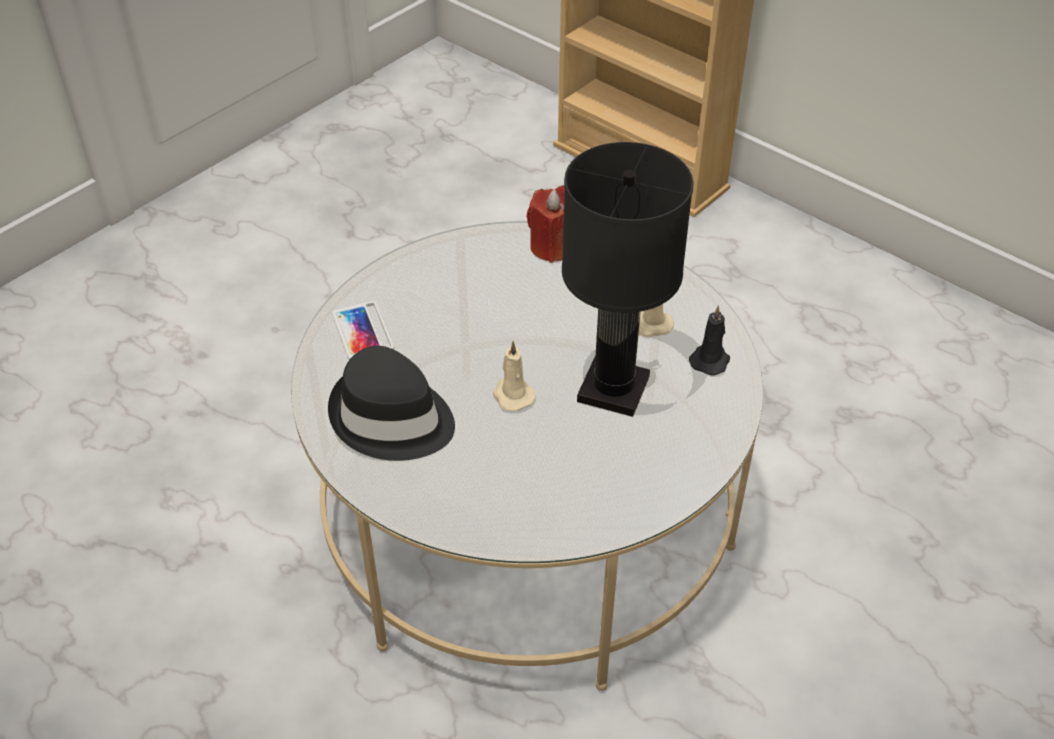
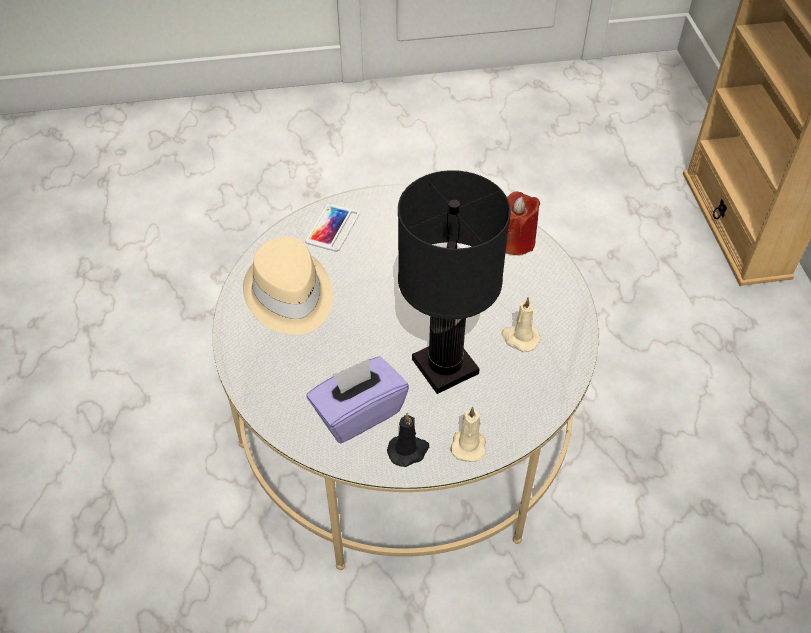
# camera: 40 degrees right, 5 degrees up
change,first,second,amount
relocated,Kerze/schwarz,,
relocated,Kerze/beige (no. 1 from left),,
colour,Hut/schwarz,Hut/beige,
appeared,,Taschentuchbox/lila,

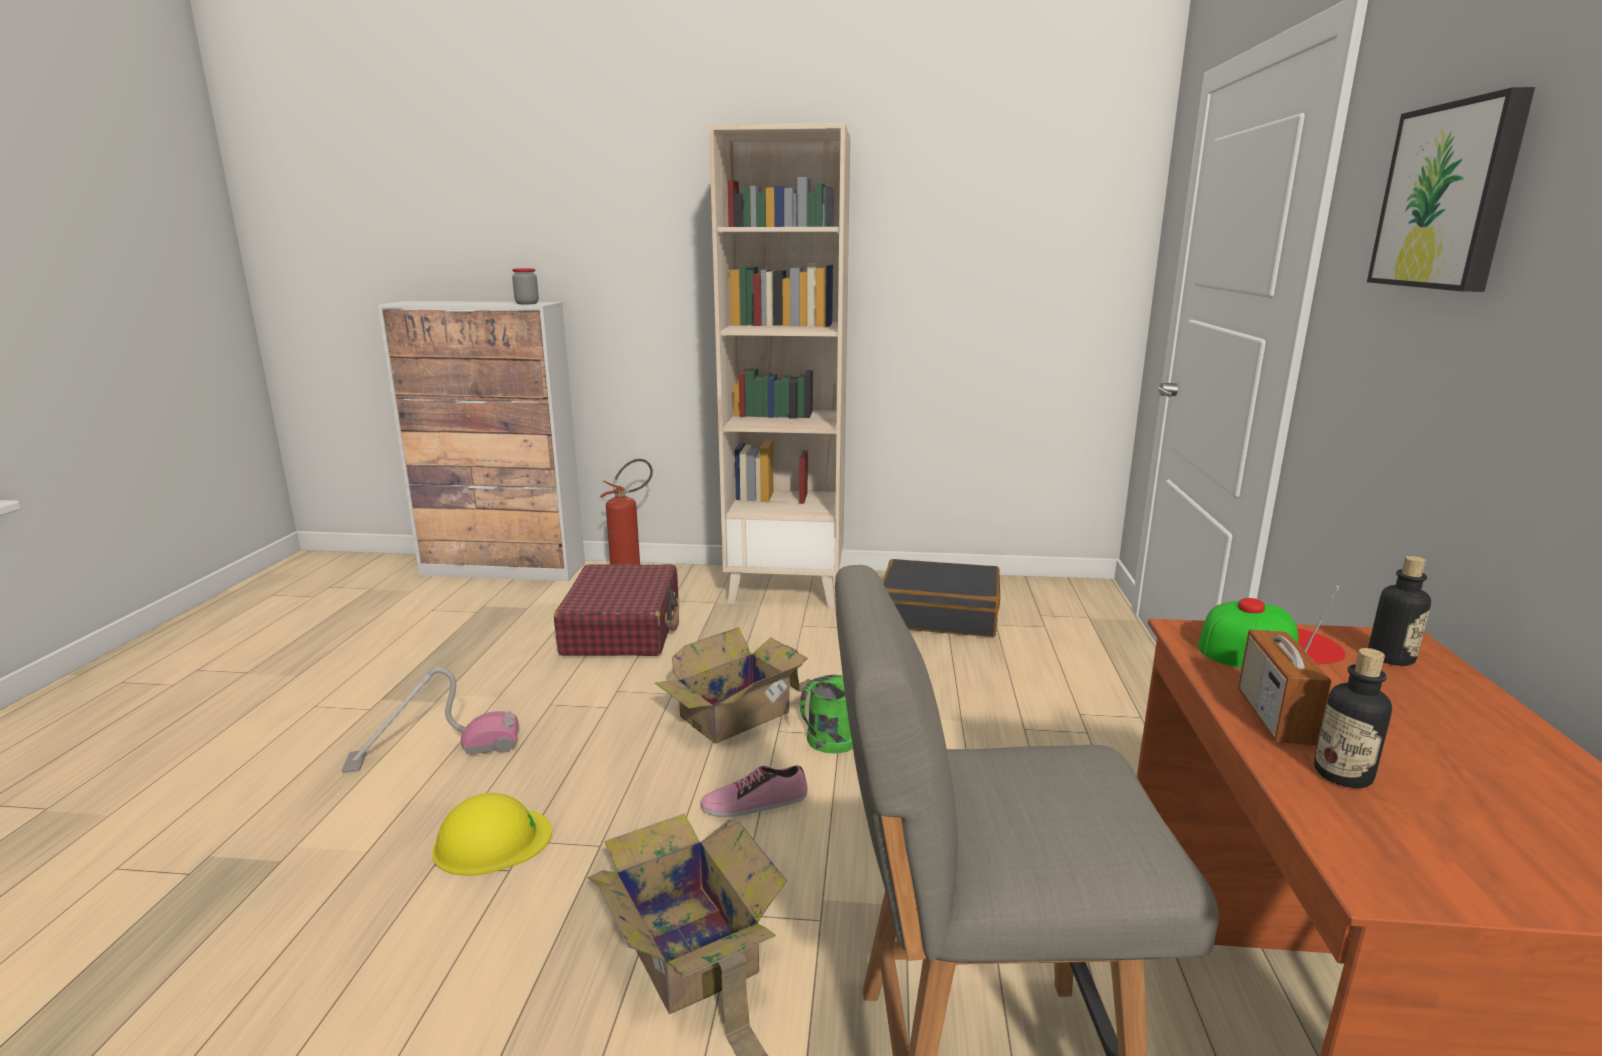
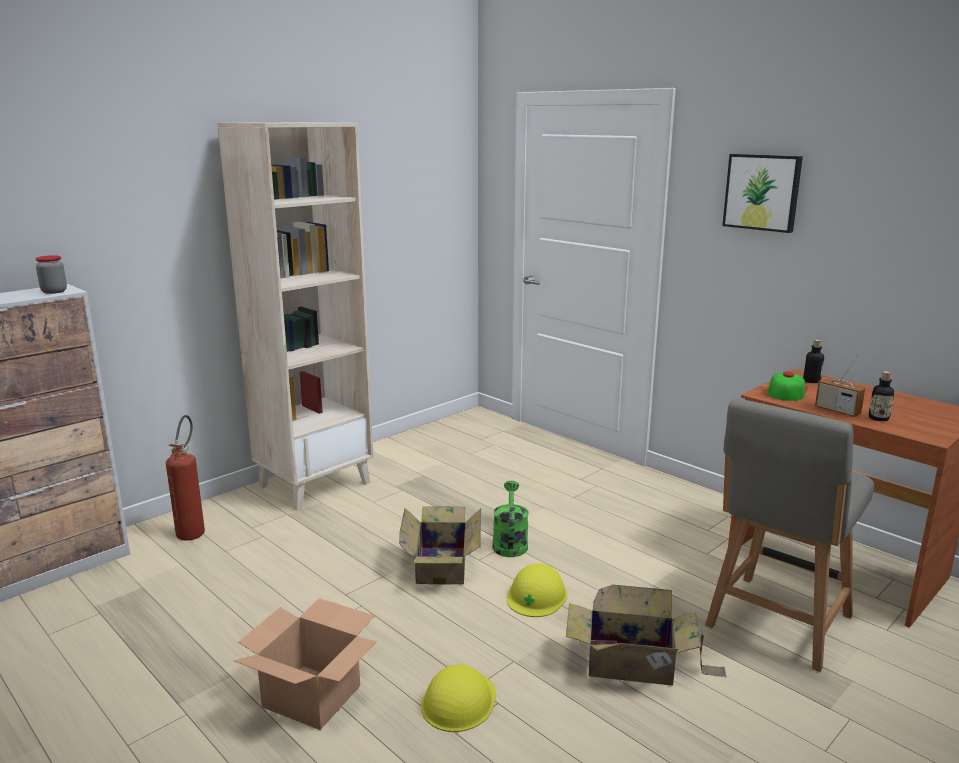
# camera: 50 degrees left, 0 degrees up
change,first,second,amount
missing,Koffer/schwarz,,
missing,Koffer/rot,,
exchanged,Staubsauger,Karton (no. 1 from left),
exchanged,Schuh,Schutzhelm/gelb (no. 2 from left),

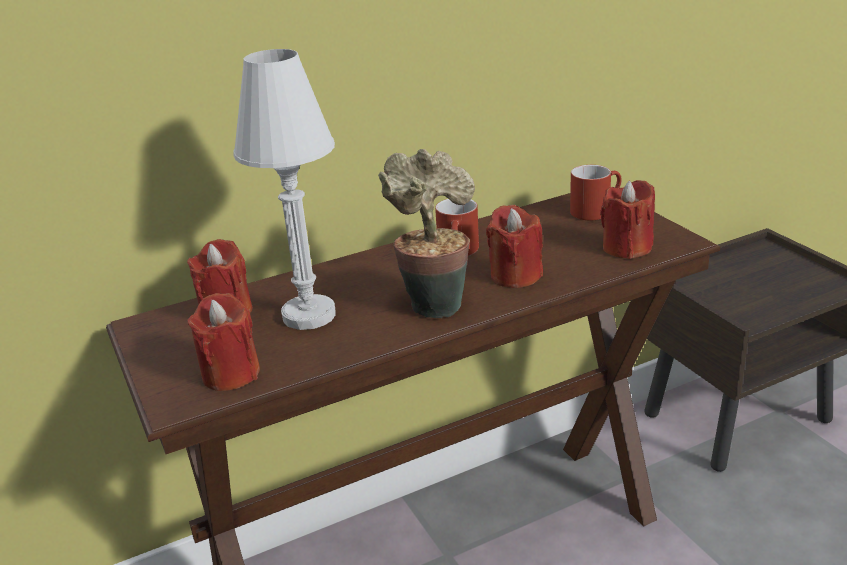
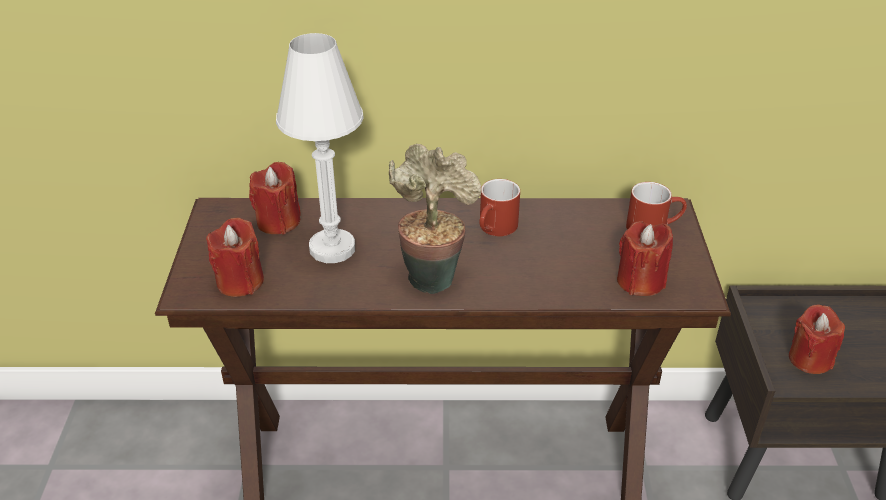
# camera: 25 degrees right, 10 degrees up
change,first,second,amount
relocated,Kerze/rot (no. 3 from left in the first image),Kerze/rot (no. 4 from left),

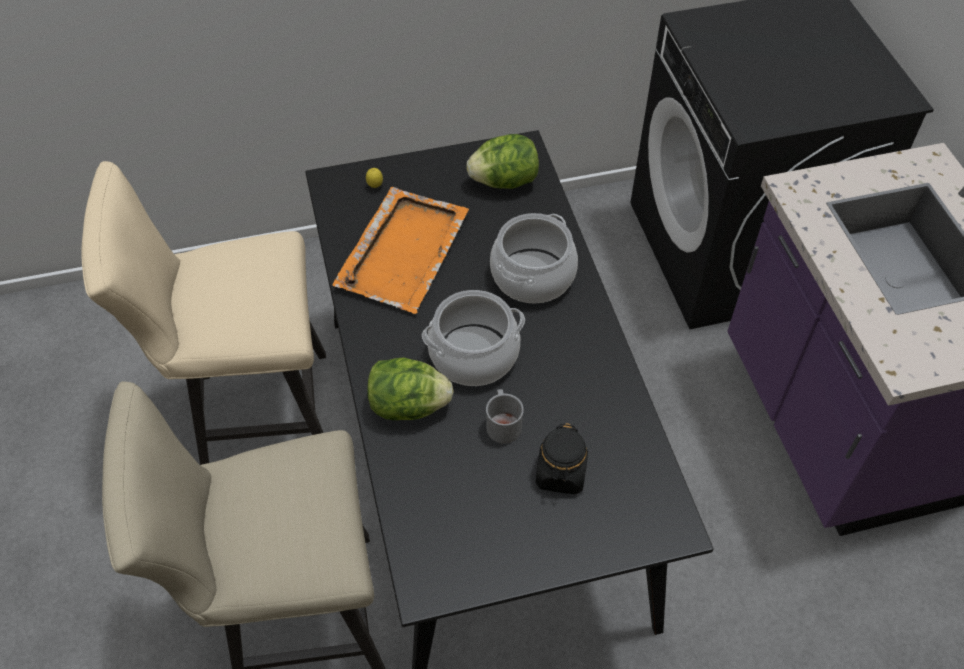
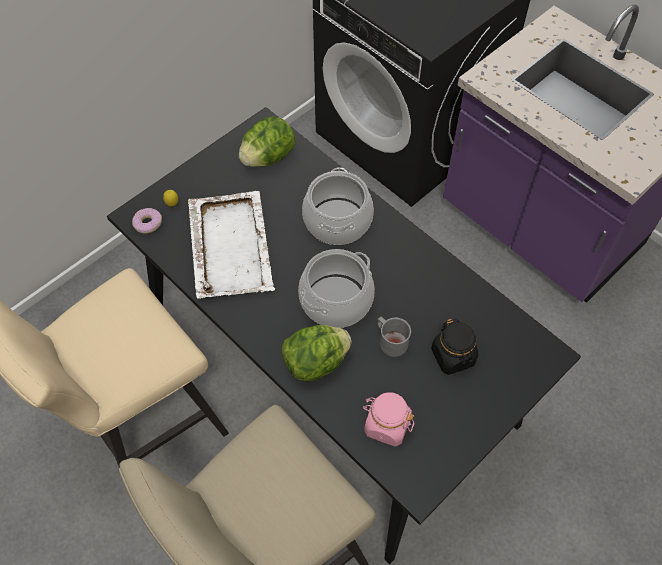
# camera: 30 degrees left, 5 degrees up
change,first,second,amount
colour,Tablett/orange,Tablett/weiß,
appeared,,Donut,
appeared,,Vorratsglas/rosa,

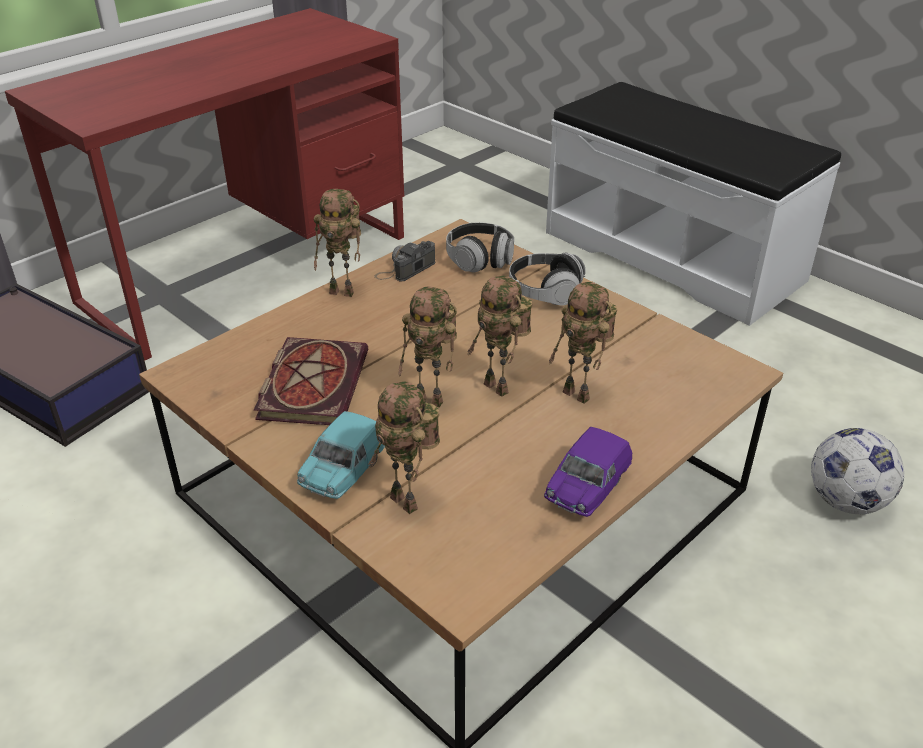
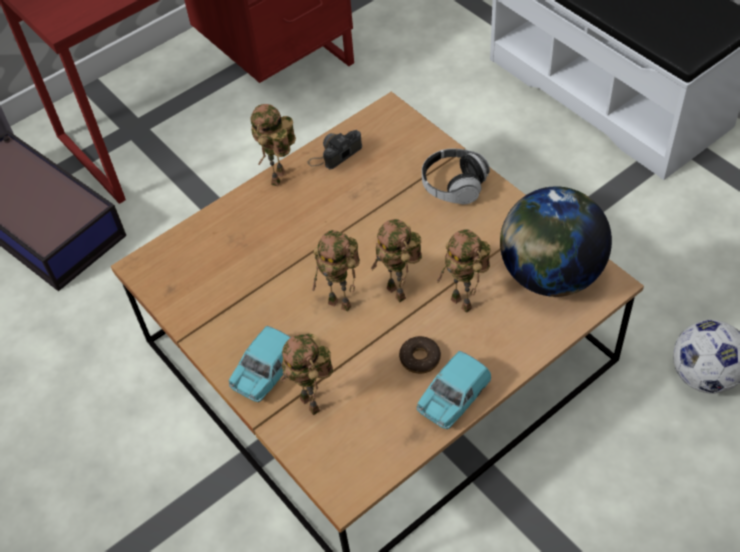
# camera: 10 degrees right, 15 degrees up
change,first,second,amount
spun,Spielzeugroboter (no. 1 from left),,90 degrees clockwise
missing,Kopfhörer (no. 1 from left),,
missing,Buch,,
colour,Spielzeugauto/lila,Spielzeugauto/türkis (no. 2 from left),
appeared,,Globus,
appeared,,Donut,

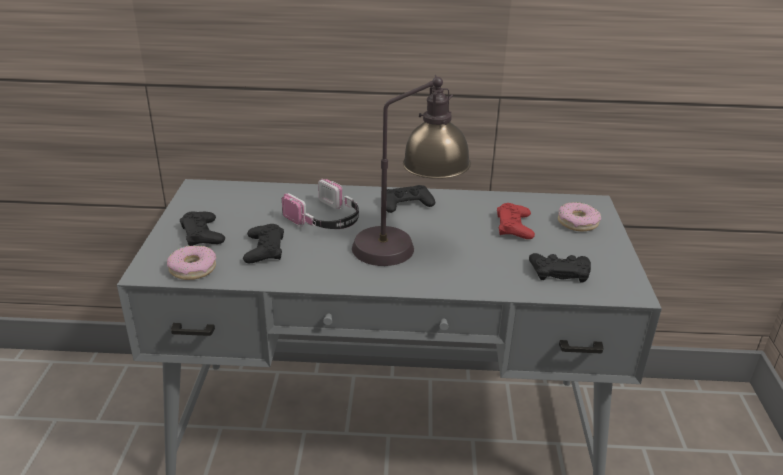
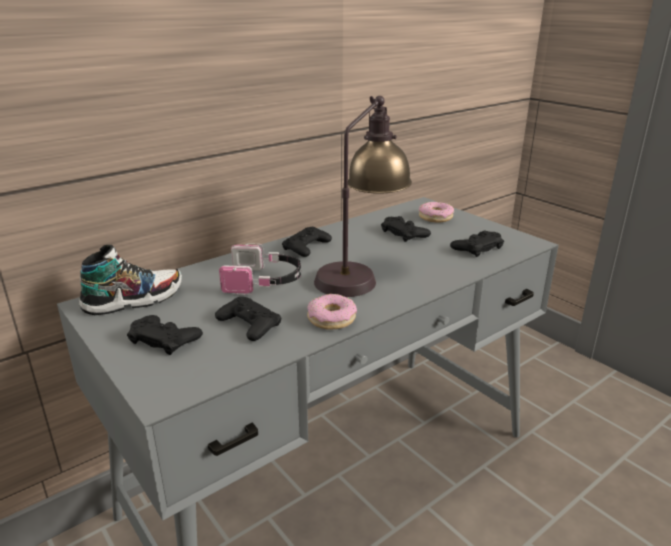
# camera: 40 degrees left, 5 degrees down
change,first,second,amount
colour,Gamepad/rot,Gamepad/schwarz (no. 4 from left),
relocated,Donut (no. 1 from left),,
appeared,,Schuh,

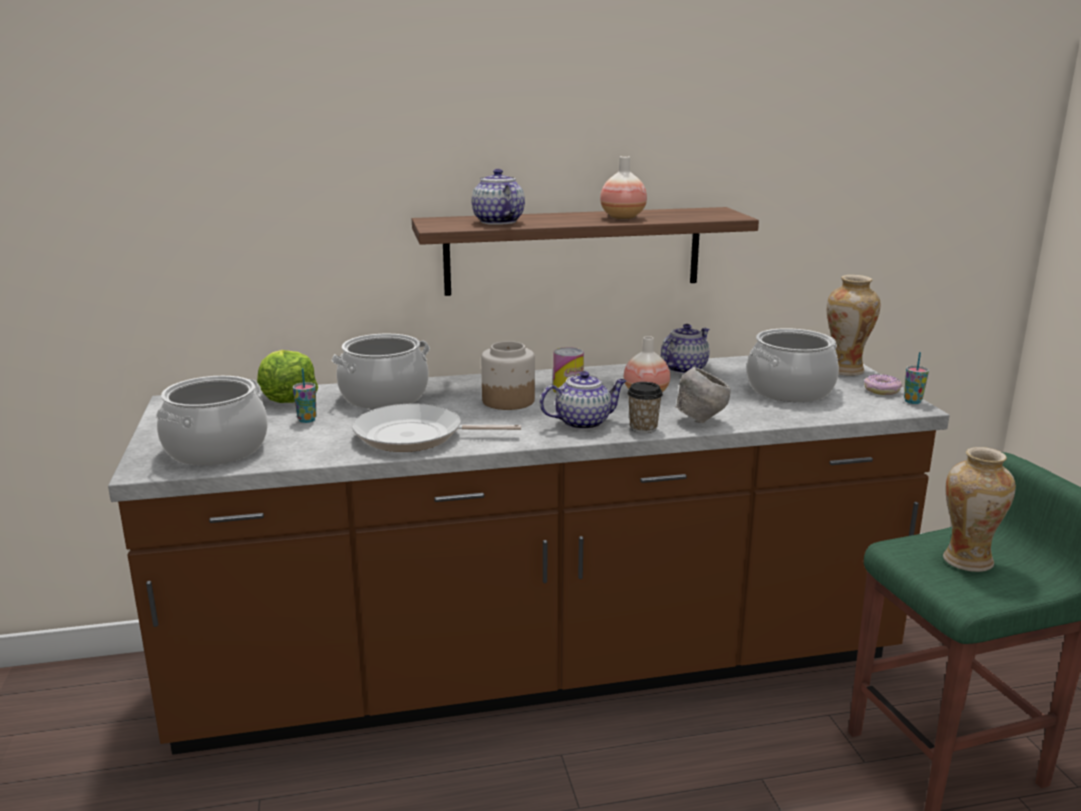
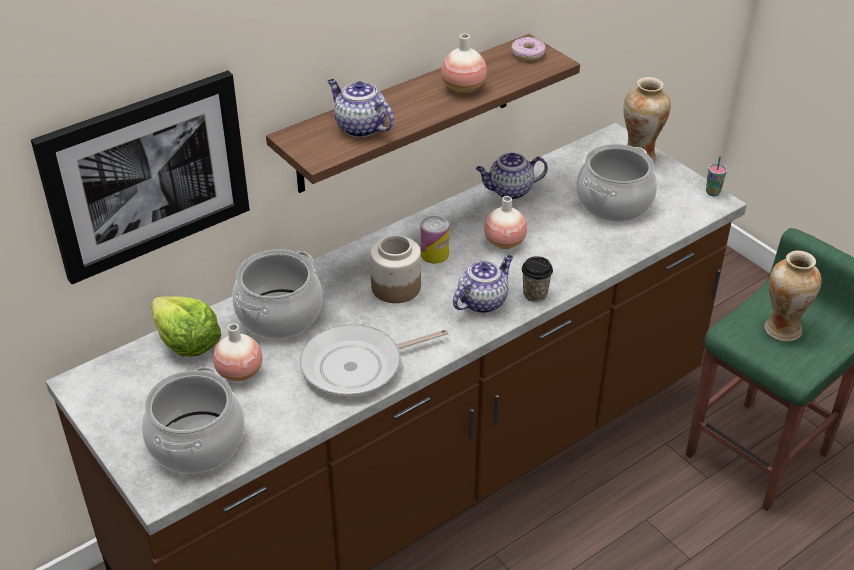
# camera: 25 degrees left, 20 degrees up
change,first,second,amount
spun,Teekanne (no. 3 from left),,120 degrees counterclockwise
missing,Schüssel/grau,,
exchanged,Tasse (no. 1 from left),Vase (no. 1 from left),
relocated,Donut,,
appeared,,Bild,

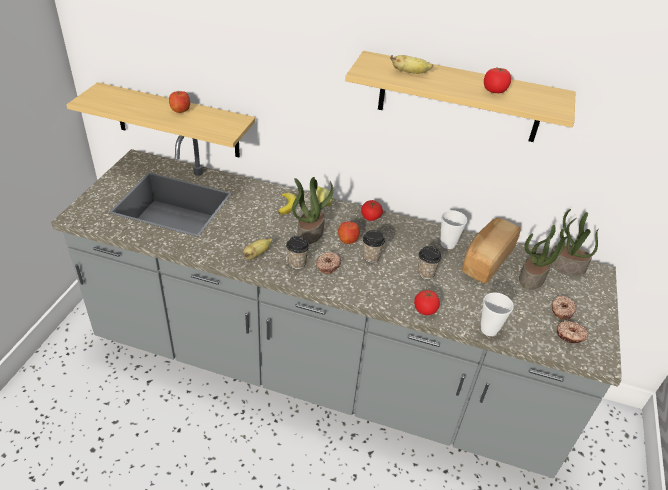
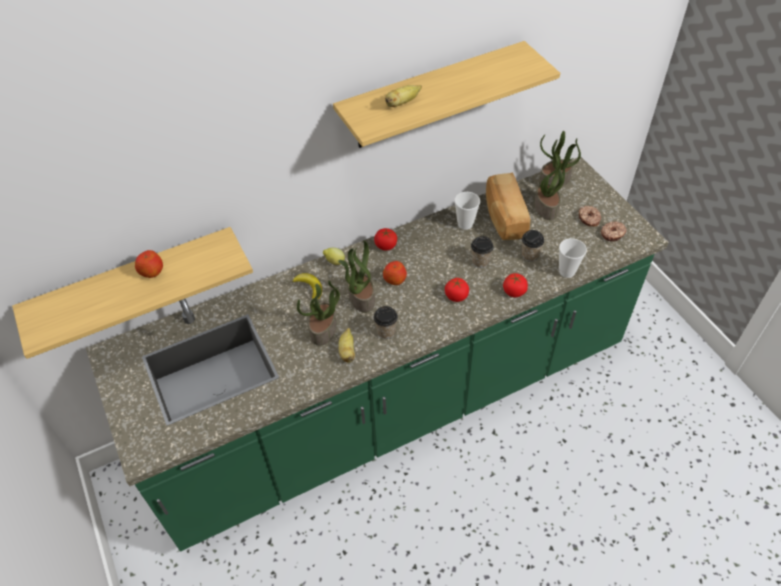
# camera: 40 degrees left, 10 degrees up
change,first,second,amount
relocated,Tomate (no. 3 from left in the first image),Tomate (no. 2 from left),
colour,Küchenzeile/grau,Küchenzeile/grün,
relocated,Tasse (no. 2 from left in the first image),Tasse (no. 4 from left),
missing,Donut (no. 1 from left),,
appeared,,Topfpflanze (no. 1 from left),

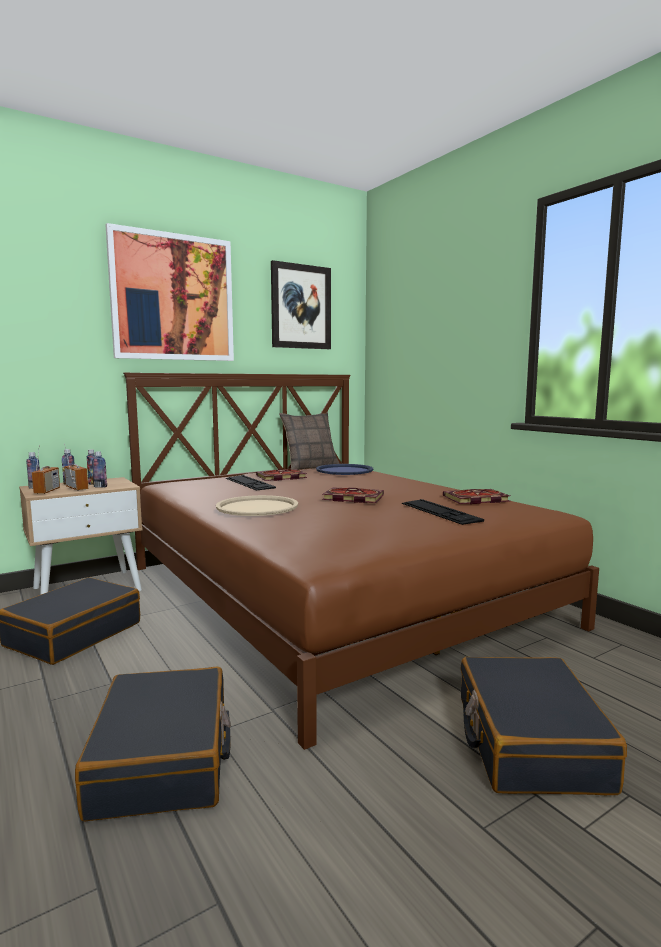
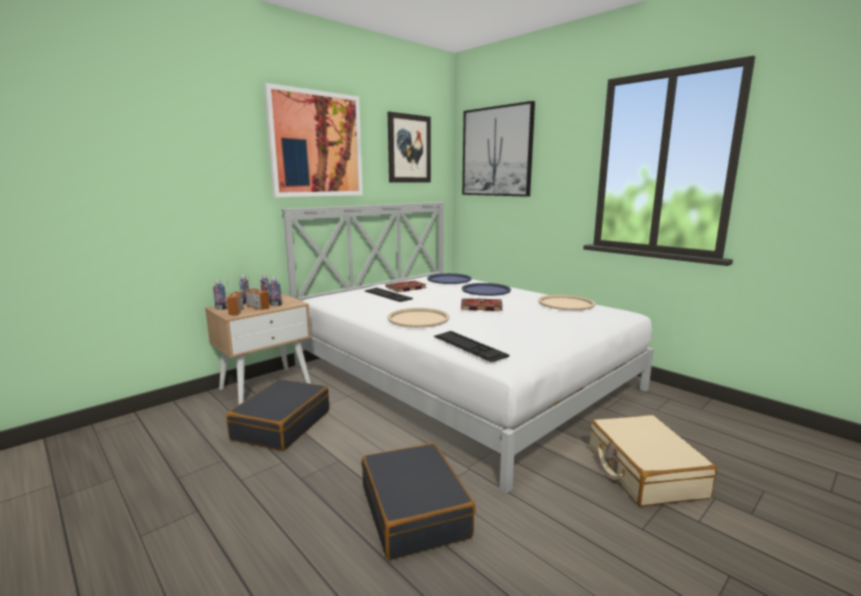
# camera: 10 degrees left, 5 degrees up
change,first,second,amount
colour,Bett/braun,Bett/weiß,
missing,Kissen,,
exchanged,Buch (no. 3 from left),Tablett/beige (no. 2 from left),
relocated,Tastatur (no. 2 from left),,
colour,Koffer/schwarz (no. 3 from left),Koffer/beige,
appeared,,Bild (no. 3 from left),
appeared,,Tablett/blau (no. 2 from left),

